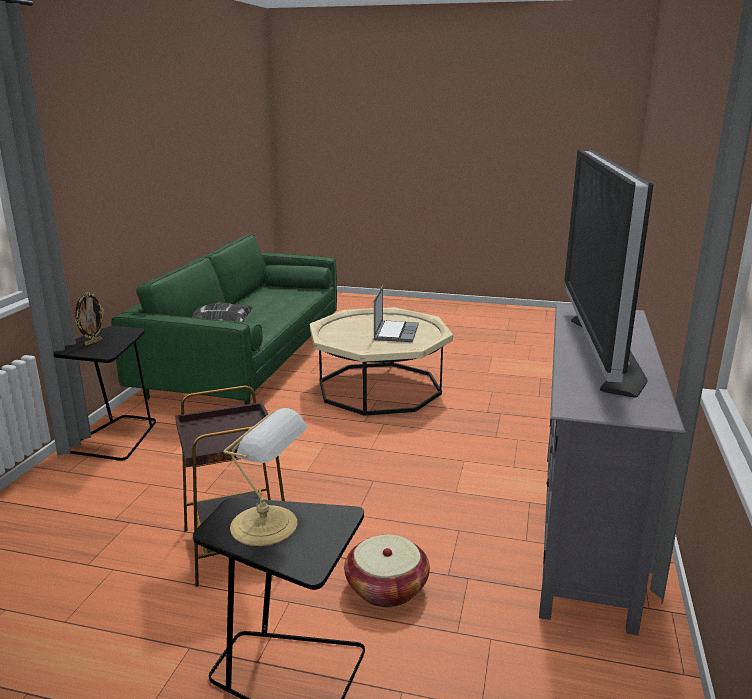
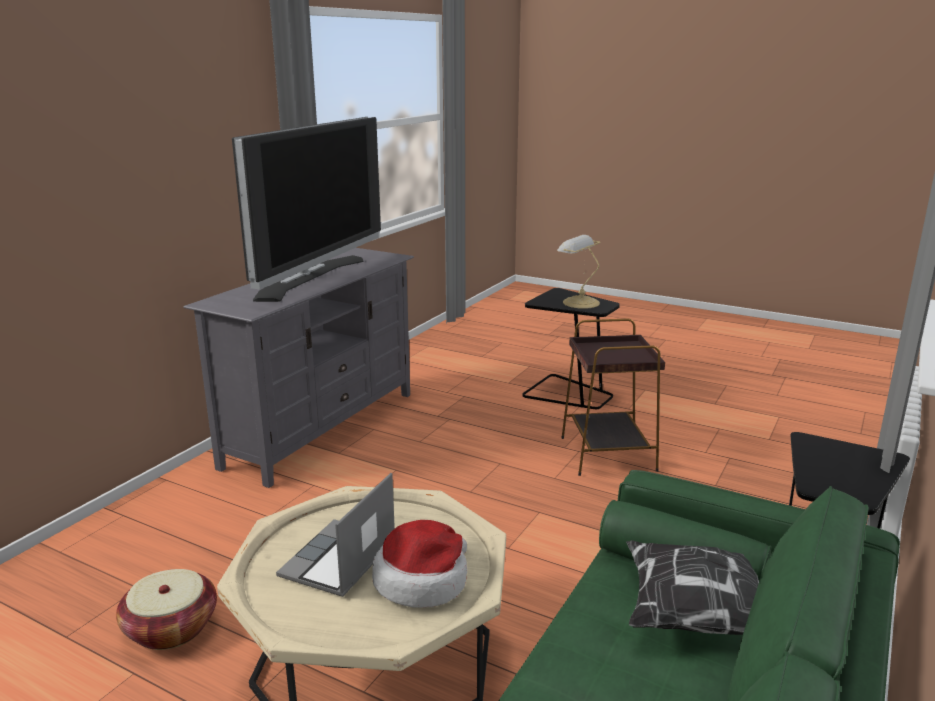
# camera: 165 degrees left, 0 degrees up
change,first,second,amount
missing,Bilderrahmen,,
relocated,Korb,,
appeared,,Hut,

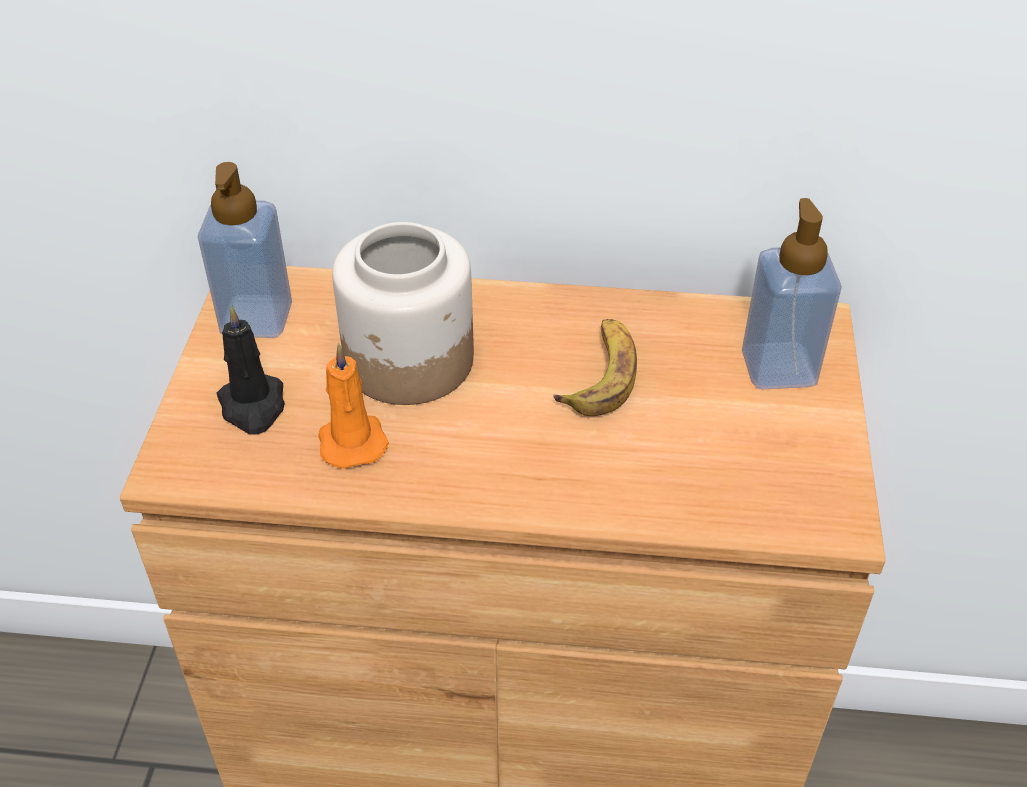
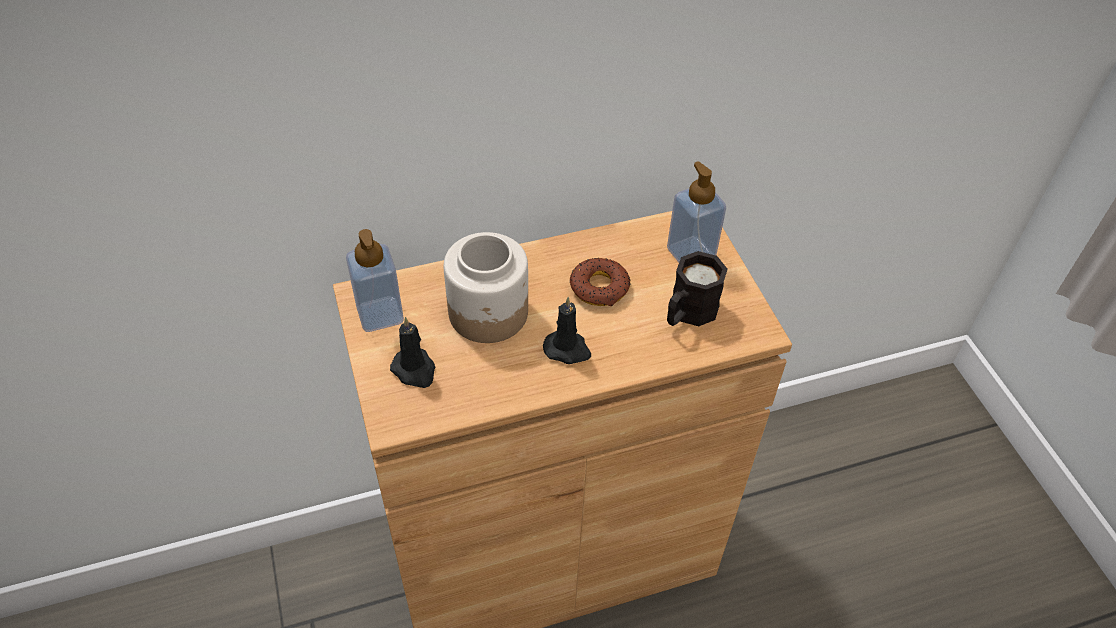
# camera: 25 degrees left, 5 degrees up
change,first,second,amount
exchanged,Banane,Donut,
missing,Kerze/orange,,
appeared,,Henkelbecher/schwarz,
appeared,,Kerze/schwarz (no. 2 from left),

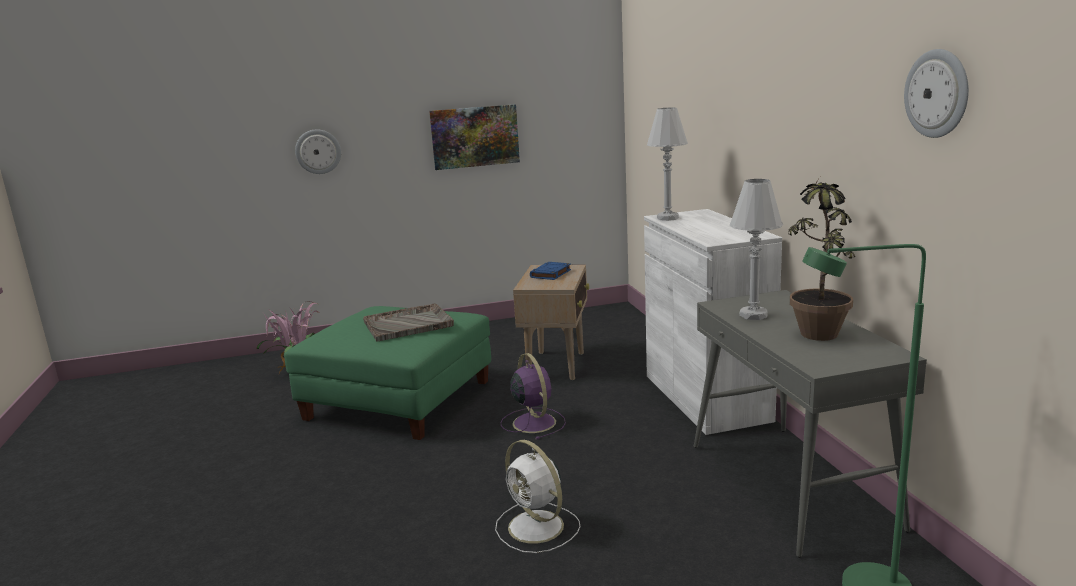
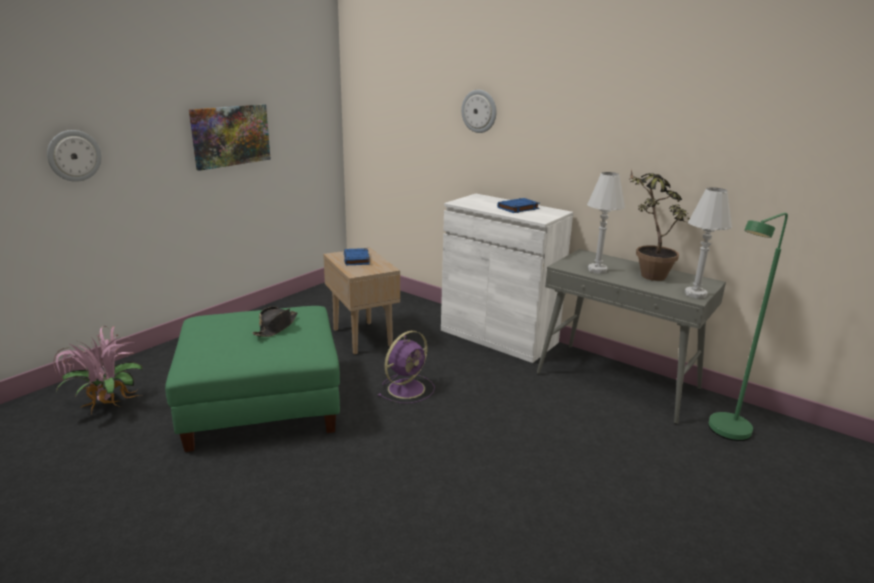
# camera: 40 degrees left, 5 degrees up
change,first,second,amount
relocated,Wanduhr (no. 2 from left),,
relocated,Tischlampe/weiß (no. 1 from left in the first image),Tischlampe/weiß (no. 2 from left),
exchanged,Tablett/grau,Hut/schwarz,
spun,Ventilator/lila,,105 degrees clockwise
missing,Ventilator/weiß,,
appeared,,Buch/blau (no. 2 from left),

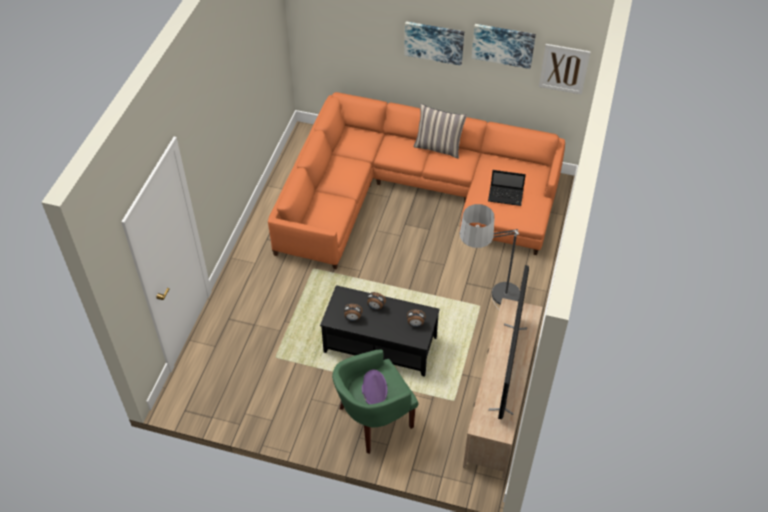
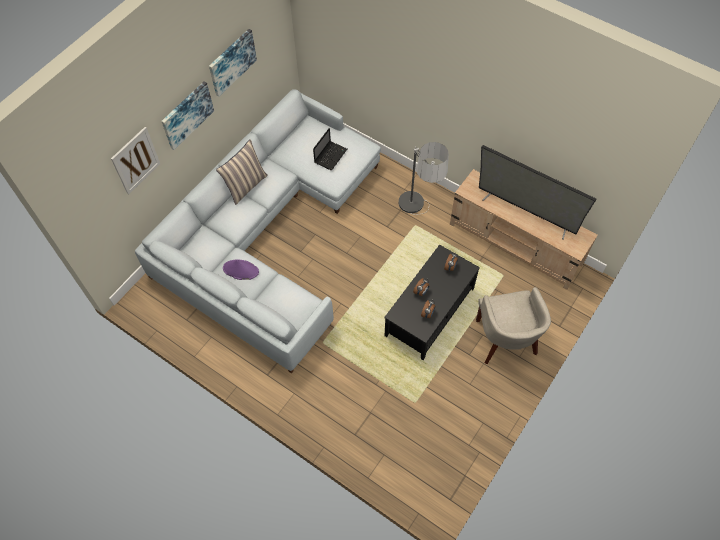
# camera: 70 degrees left, 10 degrees up
change,first,second,amount
relocated,Bild (no. 3 from left in the first image),Bild (no. 1 from left),
colour,Sofa/orange,Sofa/grau,
colour,Sessel/grün,Sessel/beige,
relocated,Hut/lila,,

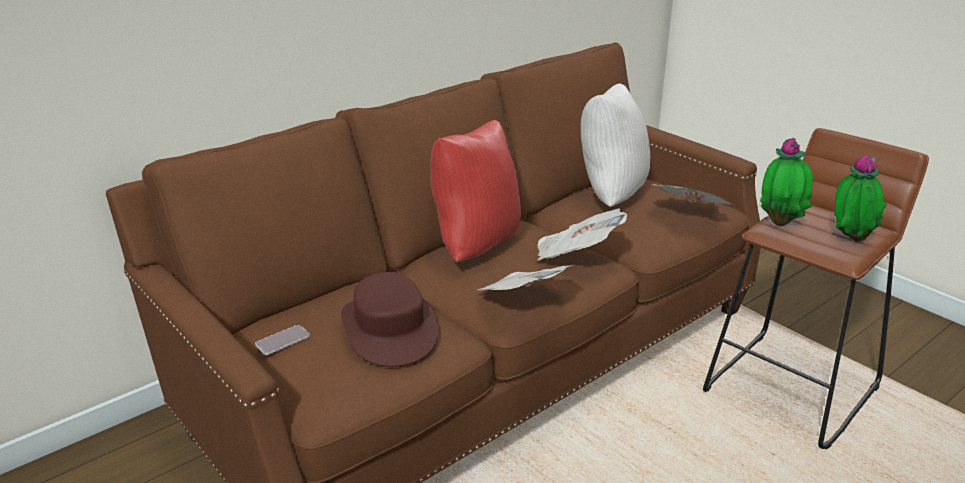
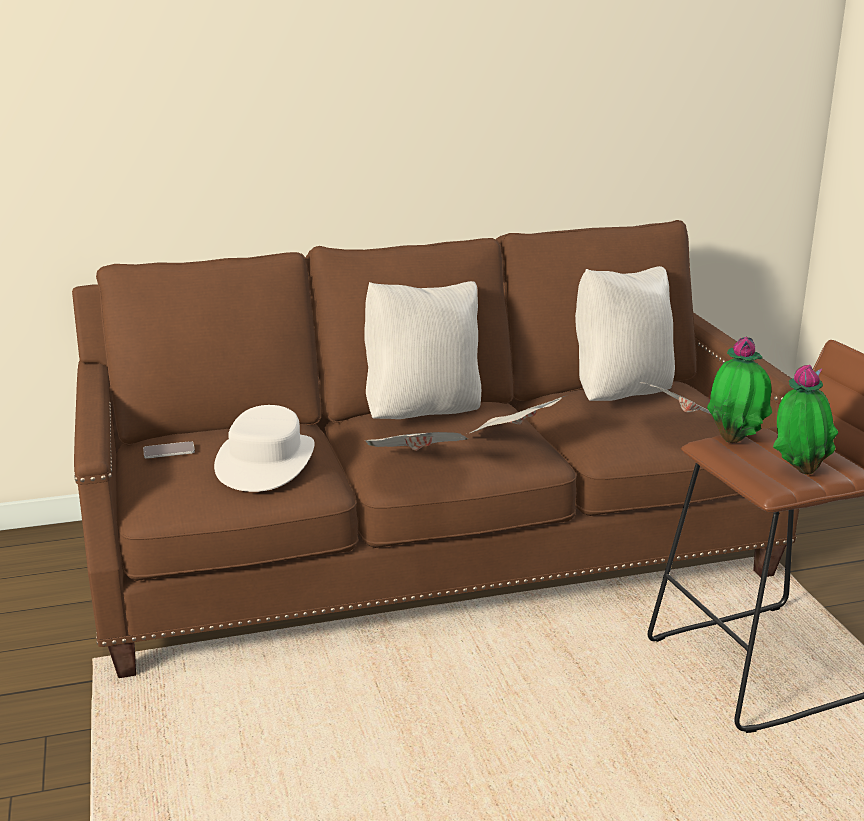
# camera: 25 degrees right, 5 degrees down
change,first,second,amount
colour,Kissen/rot,Kissen/weiß (no. 1 from left),
colour,Hut/braun,Hut/weiß,

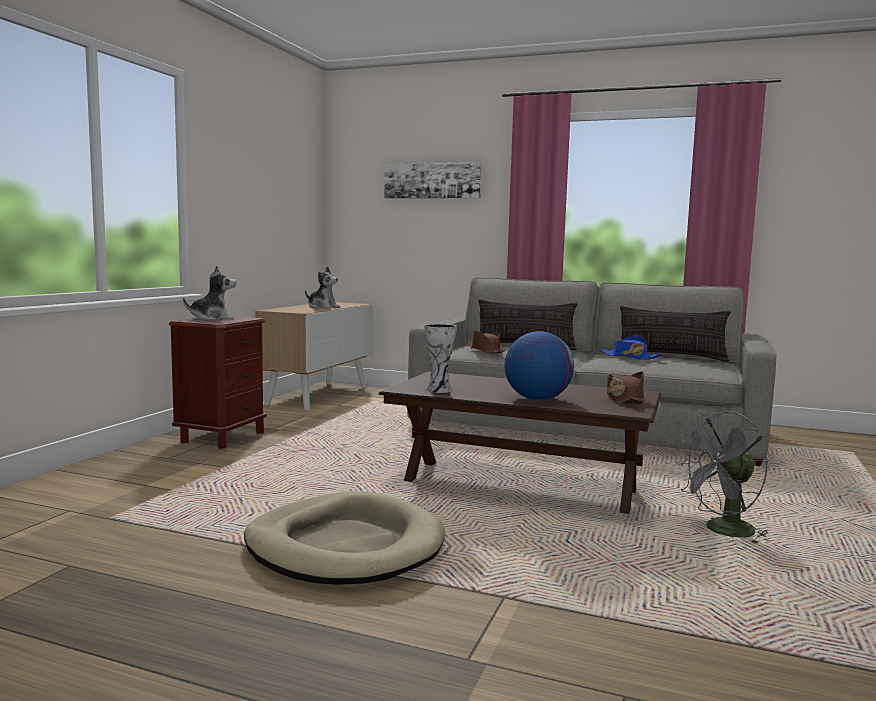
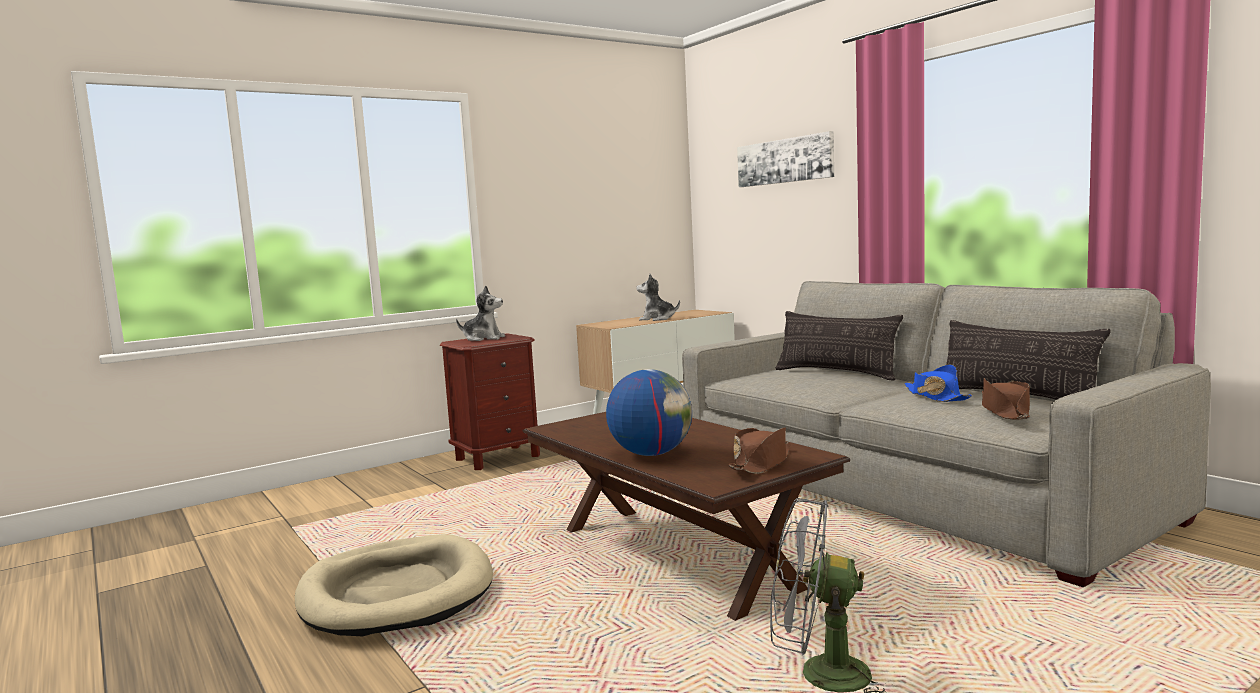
# camera: 35 degrees right, 0 degrees up
change,first,second,amount
spun,Plüschtier (no. 2 from left),,135 degrees clockwise
missing,Vase,,
relocated,Hut/braun (no. 1 from left in the first image),Hut/braun (no. 2 from left),

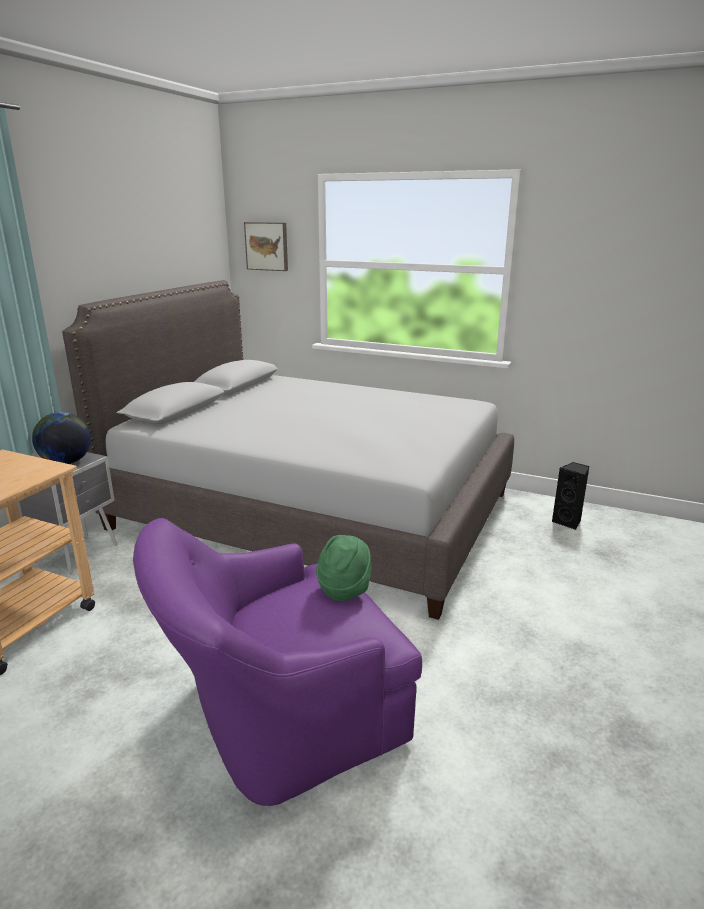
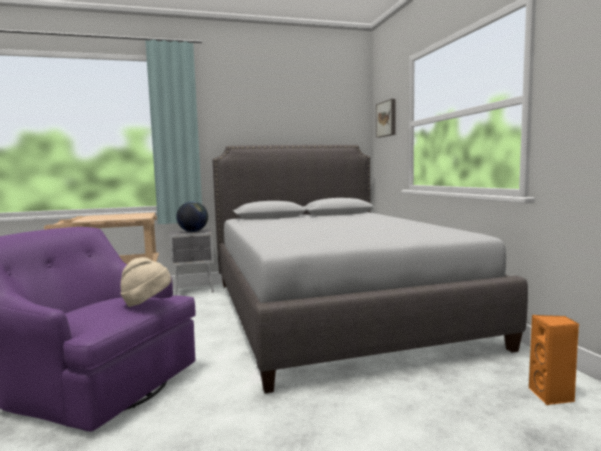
# camera: 50 degrees right, 15 degrees down
change,first,second,amount
colour,Lautsprecher/schwarz,Lautsprecher/orange,
colour,Hut/grün,Hut/beige,

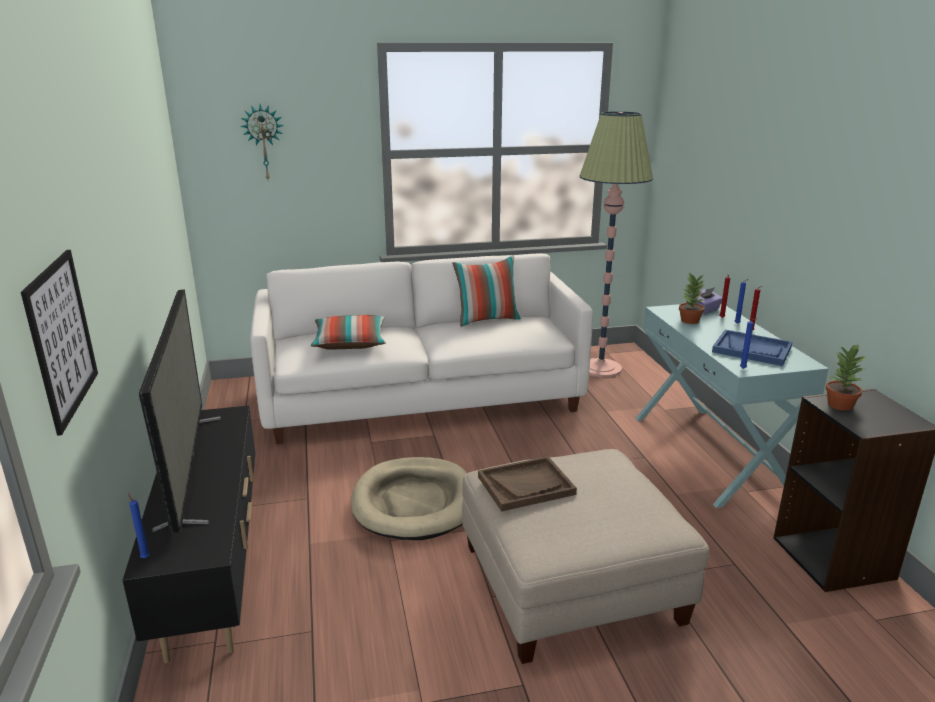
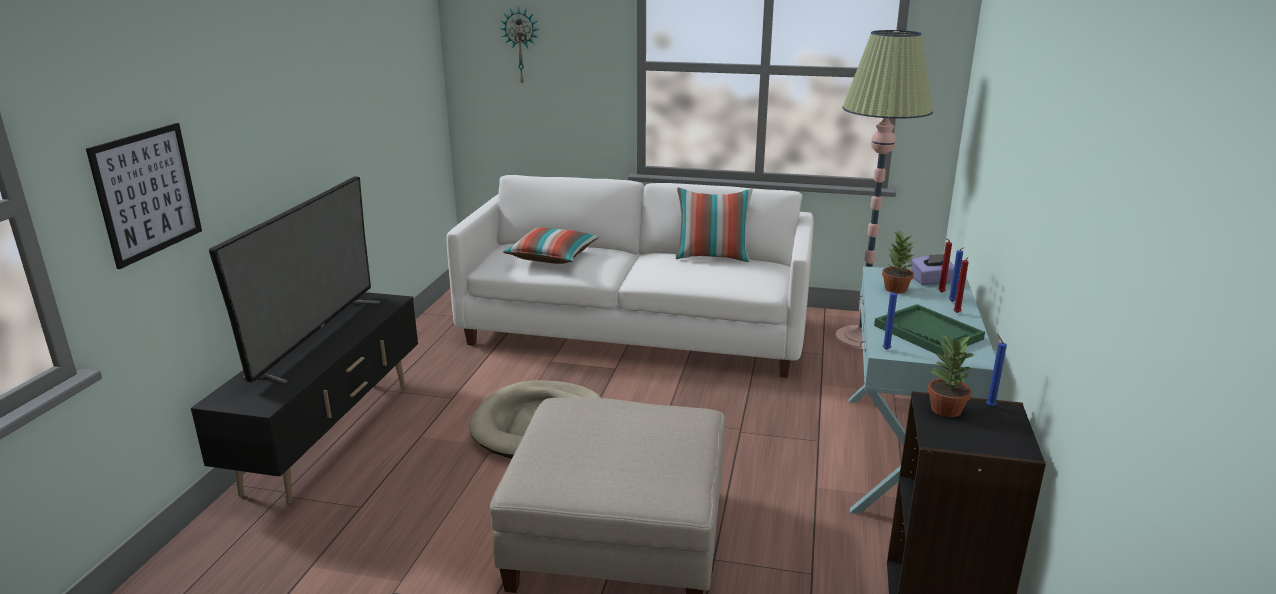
# camera: 25 degrees right, 0 degrees up
change,first,second,amount
colour,Tablett/blau,Tablett/grün,
missing,Tablett/braun,,
relocated,Kerze/blau (no. 1 from left in the first image),Kerze/blau (no. 3 from left),

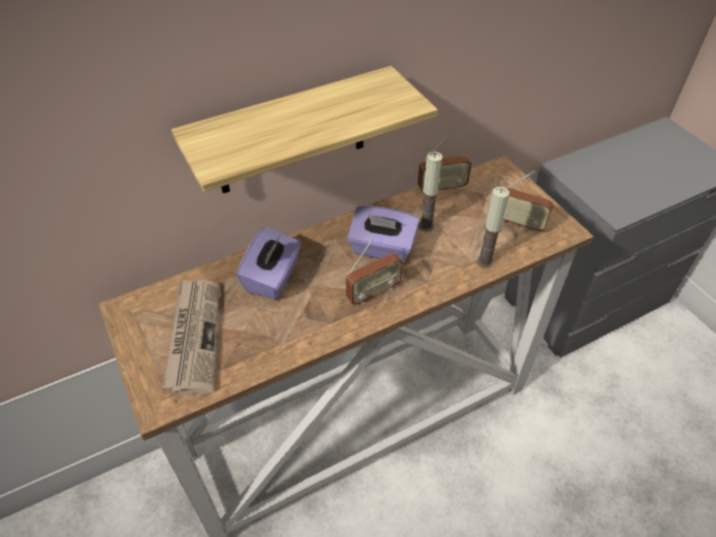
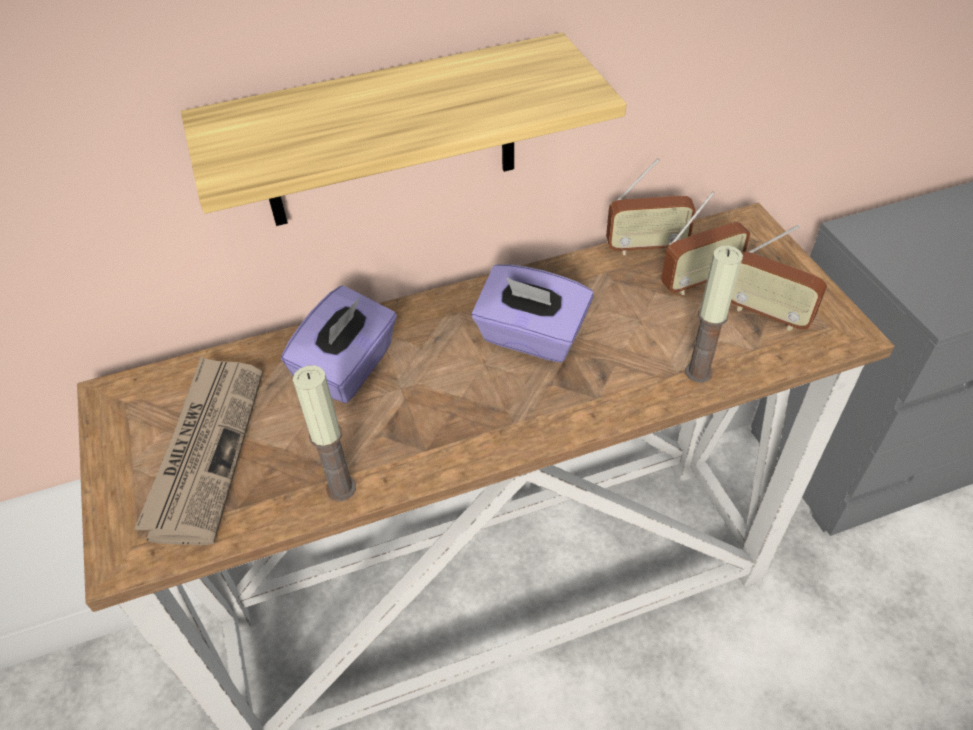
# camera: 10 degrees right, 0 degrees up
change,first,second,amount
relocated,Kerze (no. 1 from left),,
relocated,Radio (no. 1 from left in the first image),Radio (no. 2 from left),

